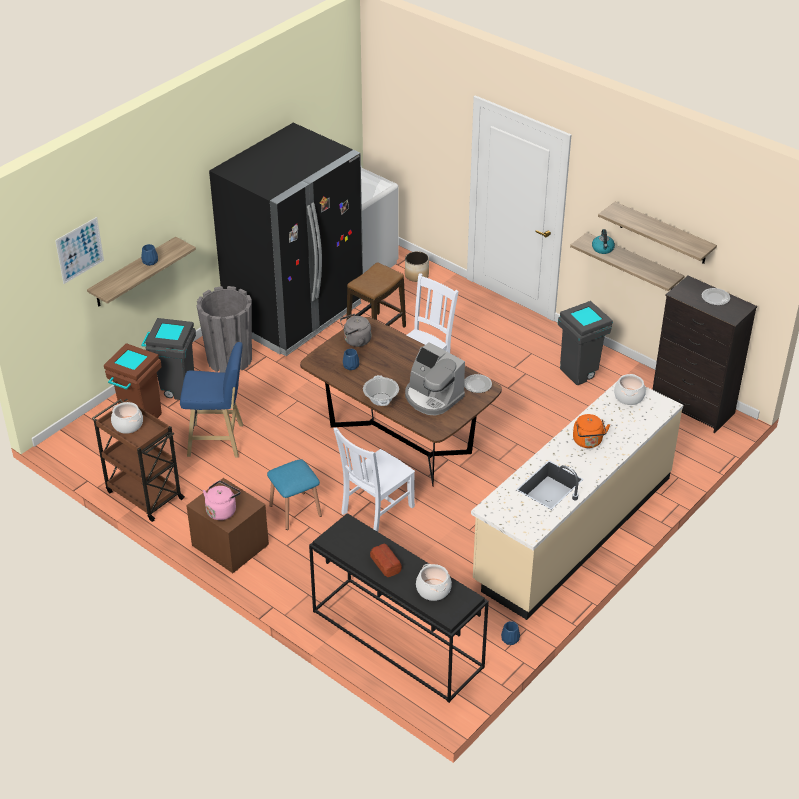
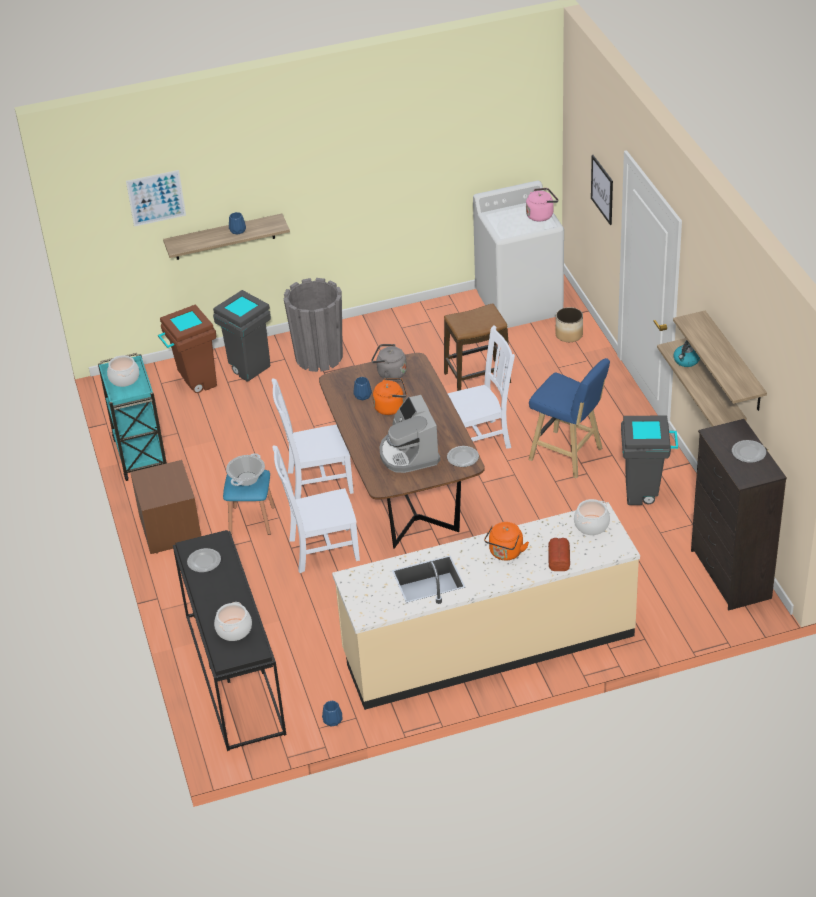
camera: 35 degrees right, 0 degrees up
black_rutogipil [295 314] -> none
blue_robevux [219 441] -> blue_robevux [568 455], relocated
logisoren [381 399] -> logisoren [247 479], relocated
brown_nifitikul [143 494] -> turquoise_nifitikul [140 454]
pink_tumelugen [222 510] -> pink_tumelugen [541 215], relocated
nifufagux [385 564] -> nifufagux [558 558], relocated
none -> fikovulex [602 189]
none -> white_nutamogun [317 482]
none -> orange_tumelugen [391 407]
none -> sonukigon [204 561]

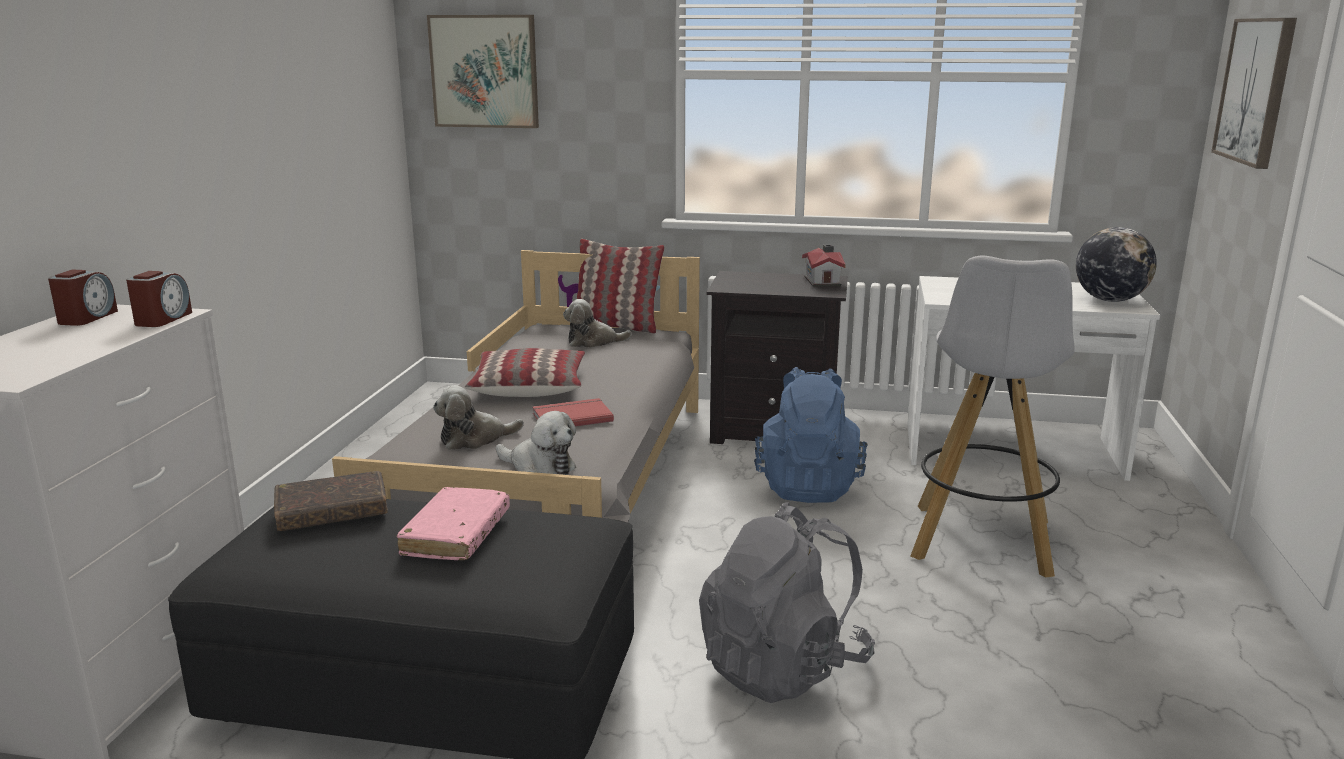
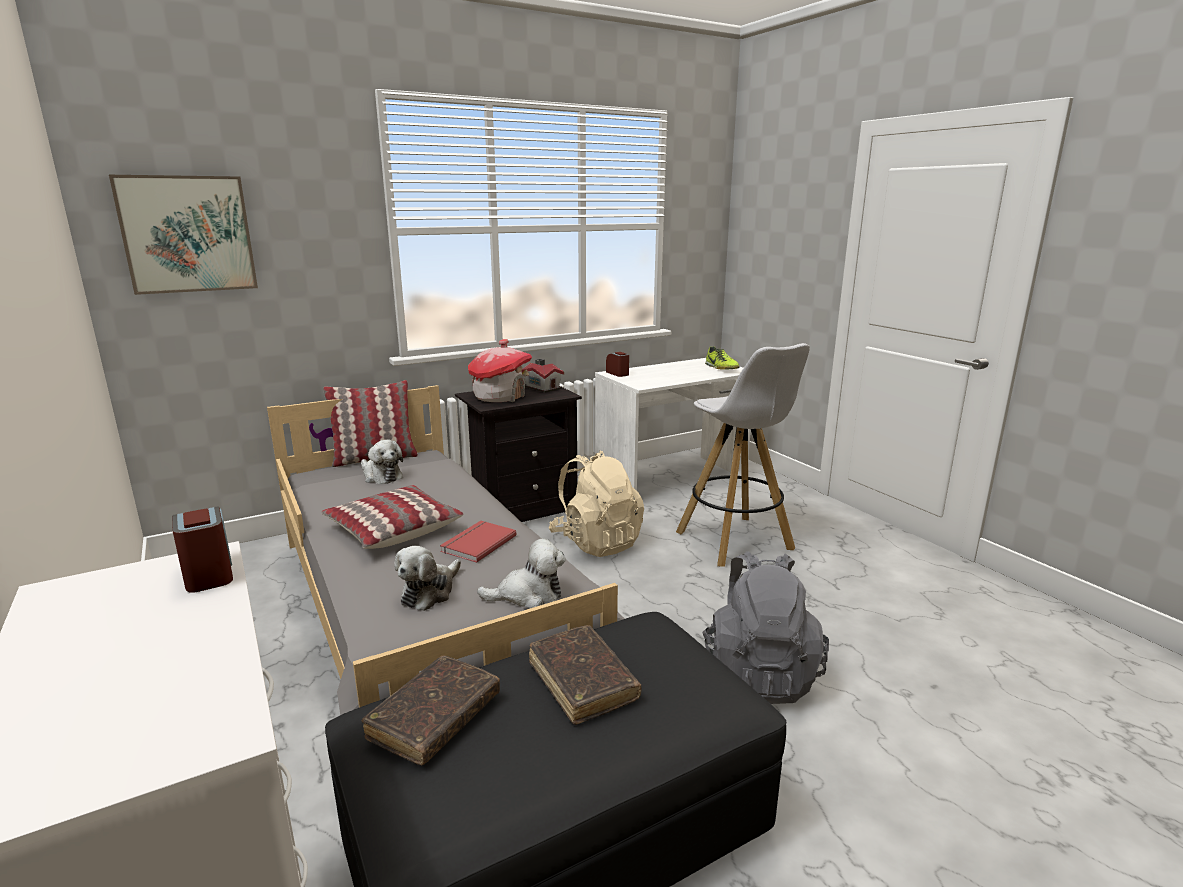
camera: 40 degrees left, 0 degrees up
fikovulex [1255 90] -> none
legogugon [1109 300] -> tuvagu [721 368]
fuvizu [87 318] -> fuvizu [618 373], relocated
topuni [593 342] -> topuni [381 476], 90 degrees counterclockwise
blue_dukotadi [808 486] -> beige_dukotadi [596 542]
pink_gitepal [456 535] -> brown_gitepal [582 682]
none -> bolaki [500 396]

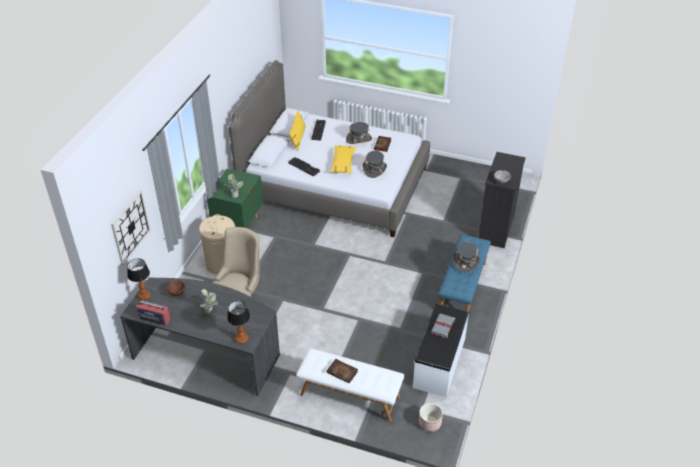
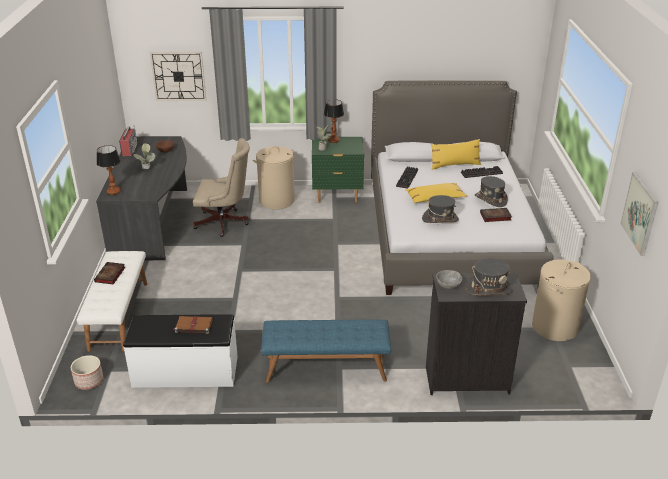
camera: 70 degrees right, 10 degrees down
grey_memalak [465 262] -> grey_memalak [489 289], relocated
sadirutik [144 295] -> sadirutik [334 140], relocated
grey_gitepal [442 326] -> brown_gitepal [193 325]
none -> fikovulex [639 213]
none -> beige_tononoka [555 327]

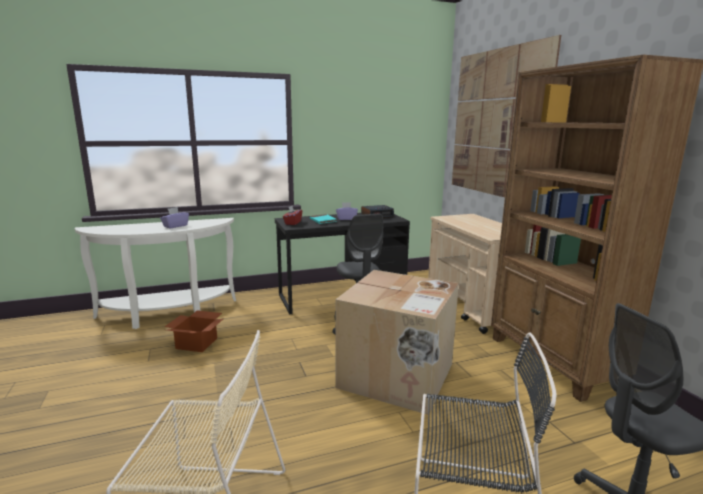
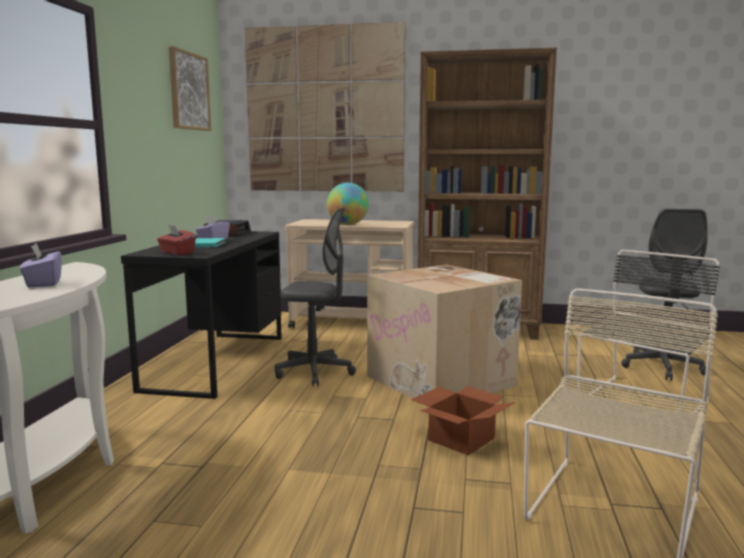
camera: 60 degrees left, 5 degrees down
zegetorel [198 343] -> zegetorel [460 438], relocated
none -> fikovulex [188 91]
none -> legogugon [348 224]

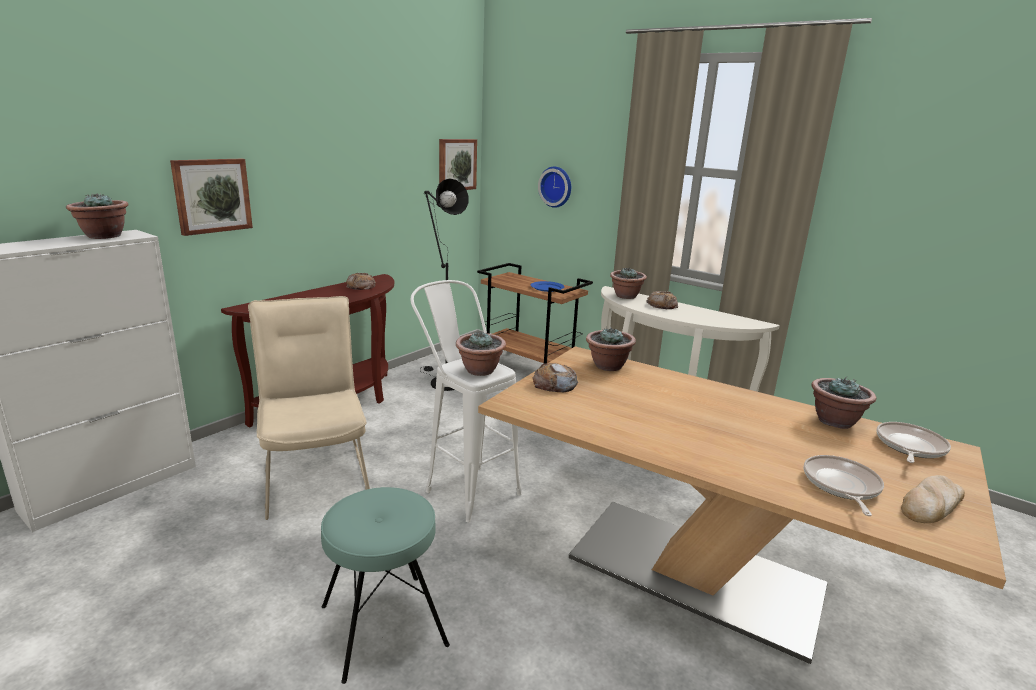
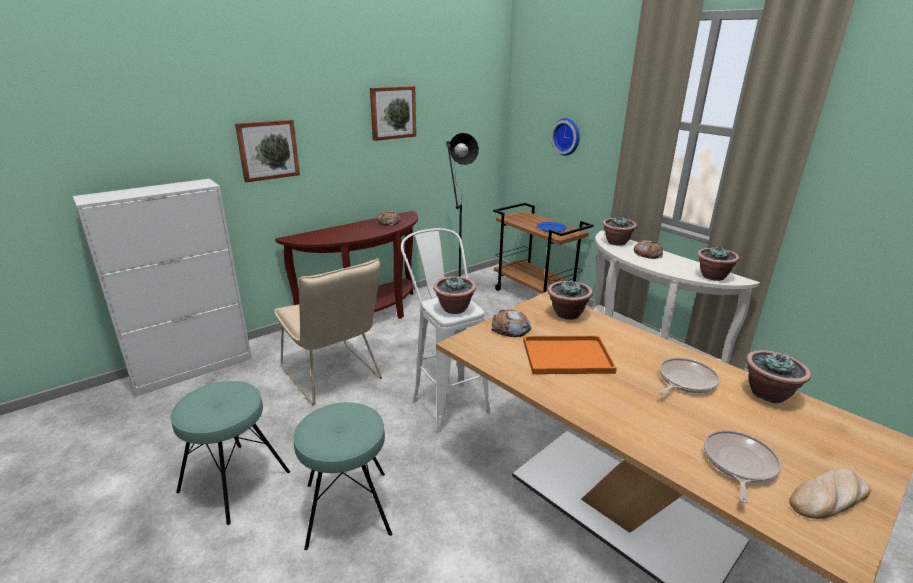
camera: 15 degrees right, 5 degrees up
fikovulex [456 164] -> fikovulex [392 112], relocated
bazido [103 236] -> bazido [712 276], relocated
beige_nutamogun [316 476] -> beige_nutamogun [334 376], 150 degrees clockwise
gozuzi [909 447] -> gozuzi [685 381], relocated
none -> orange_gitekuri [568 356]
none -> turquoise_robevux [234 481]

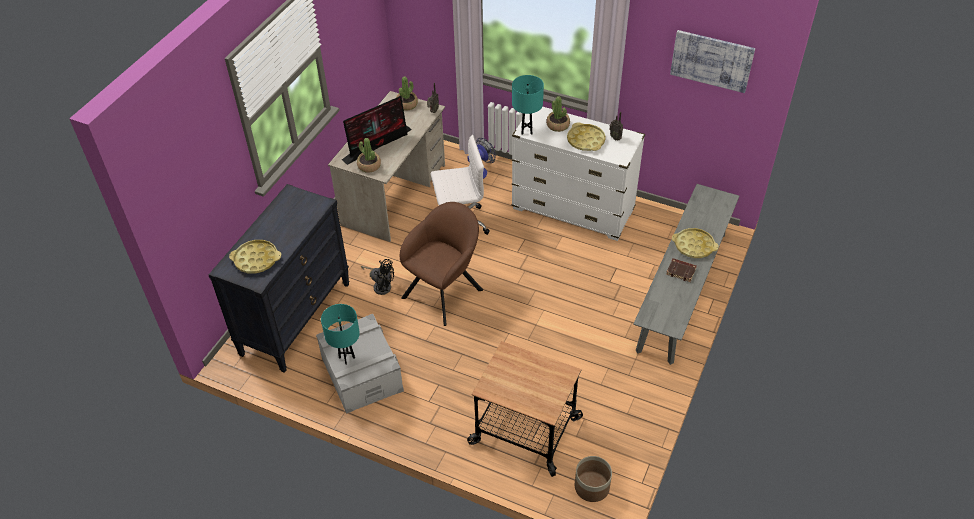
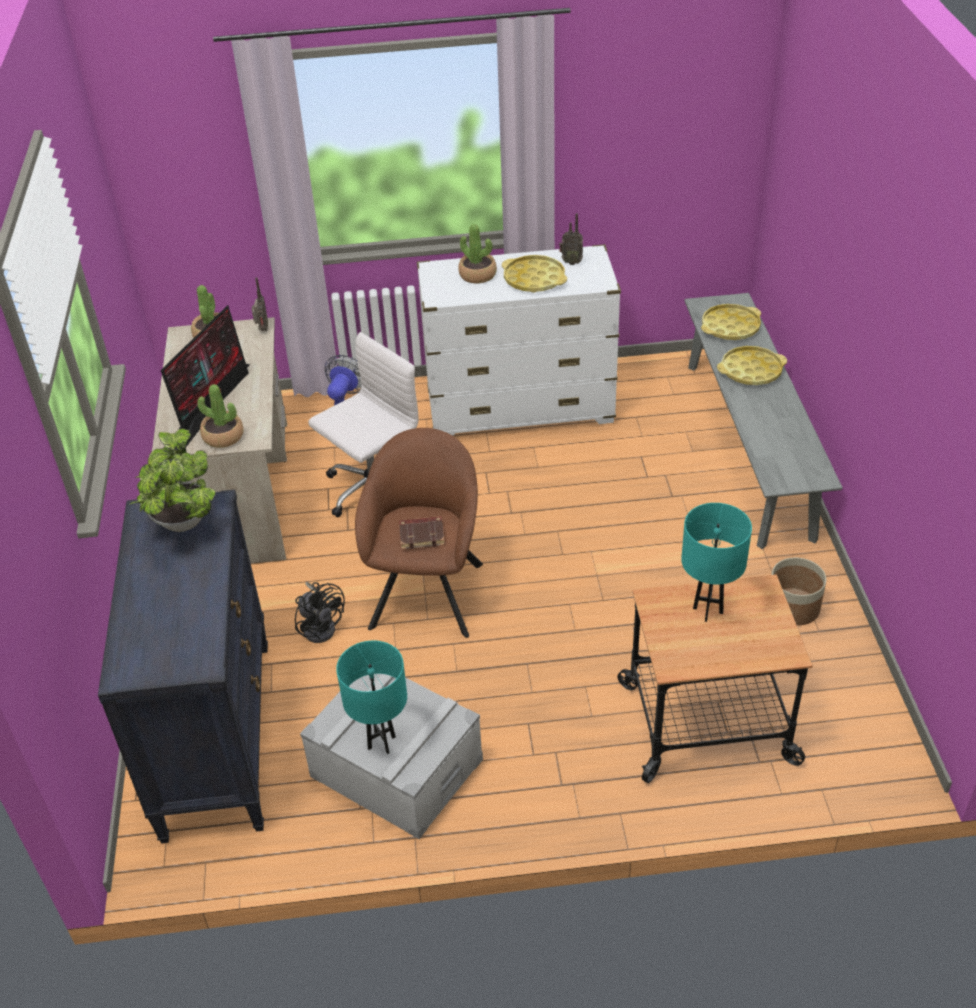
camera: 30 degrees left, 5 degrees down
fikovulex [712 60] -> none
turquoise_sadirutik [527 131] -> turquoise_sadirutik [708 610], relocated
yellow_gitekuri [256 259] -> yellow_gitekuri [730 327], relocated
brown_gitepal [681 271] -> brown_gitepal [422 535], relocated
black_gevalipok [381 285] -> black_gevalipok [321 626], 60 degrees clockwise
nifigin [591 487] -> nifigin [793 608], relocated
none -> bazido [182 524]

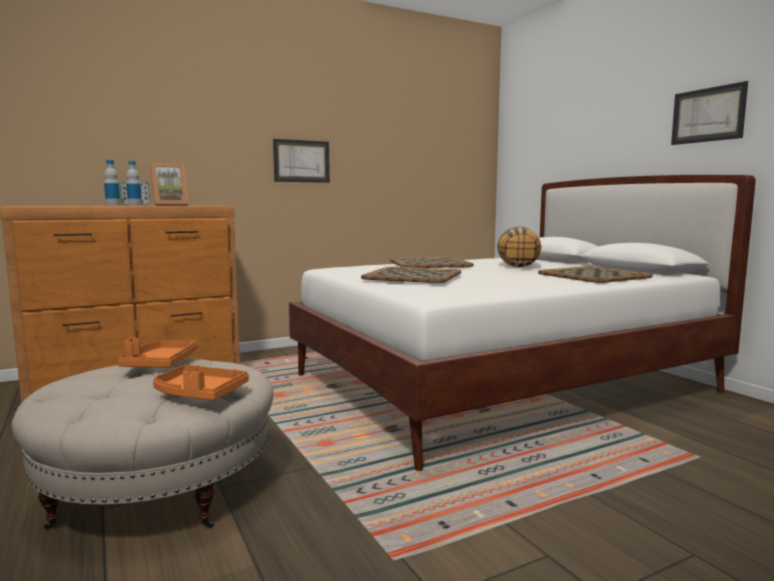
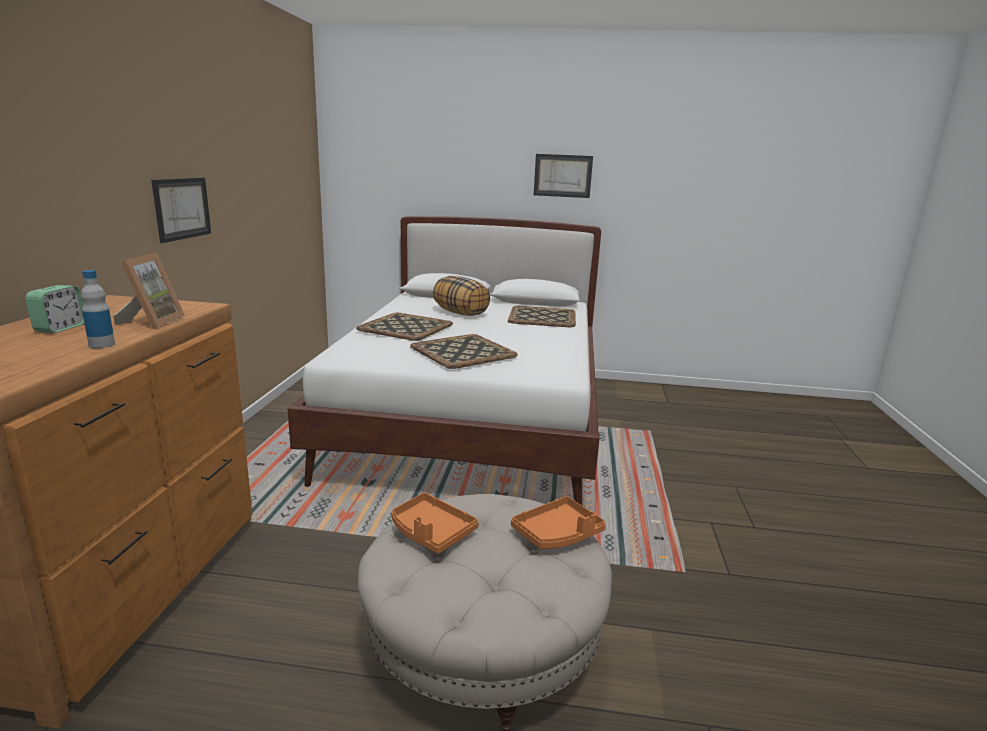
camera: 55 degrees left, 10 degrees up
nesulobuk [134 205] -> none

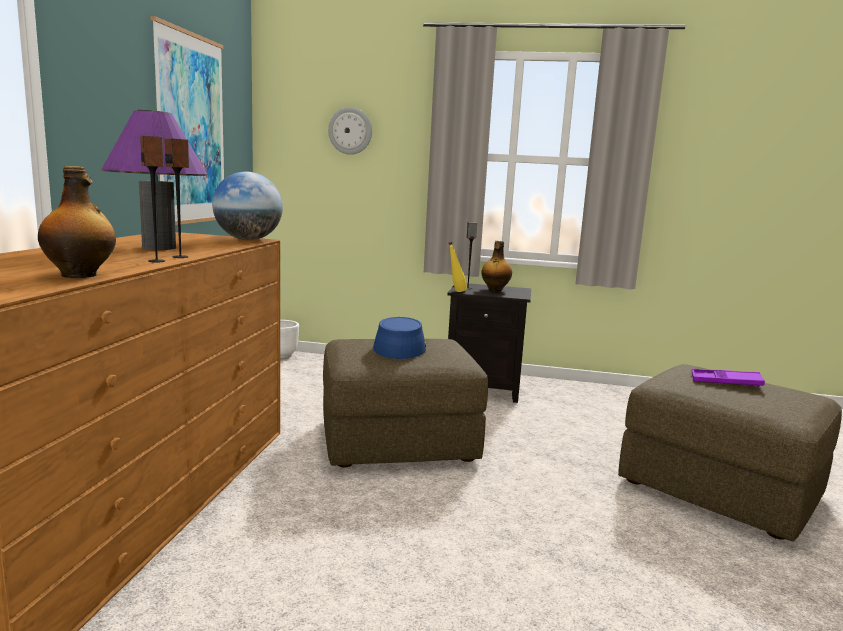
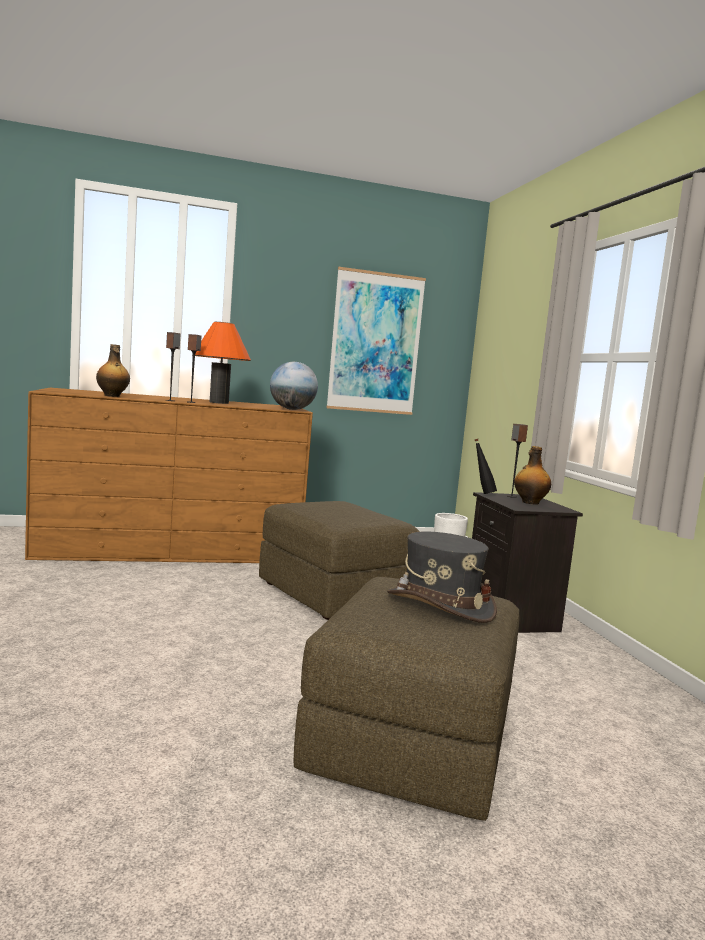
camera: 65 degrees right, 5 degrees down
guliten [350 131] -> none
purple_sadirutik [159 248] -> orange_sadirutik [219 402]
yellow_nesulobuk [455 291] -> black_nesulobuk [482 493]
blue_memalak [399 347] -> none
purple_gitekuri [725 382] -> grey_memalak [440 605]

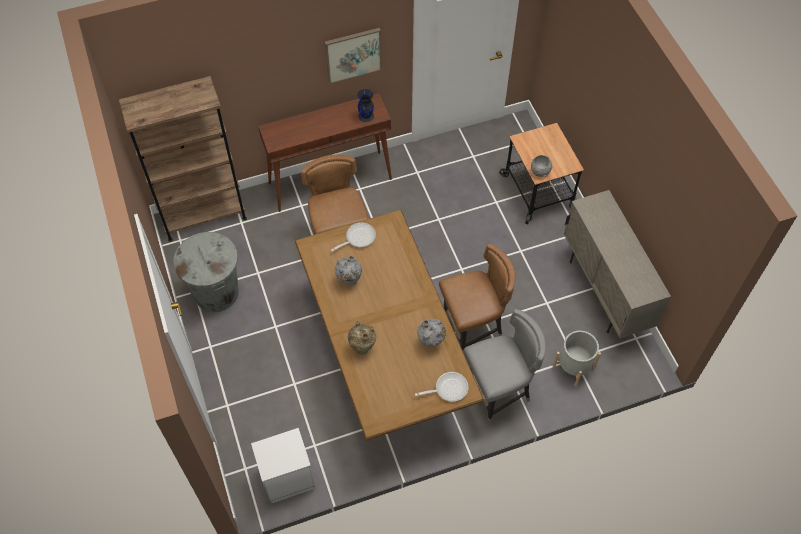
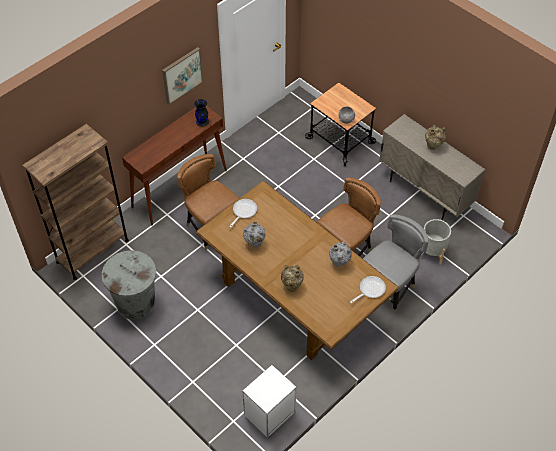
camera: 25 degrees left, 5 degrees down
none -> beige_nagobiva [433 146]

